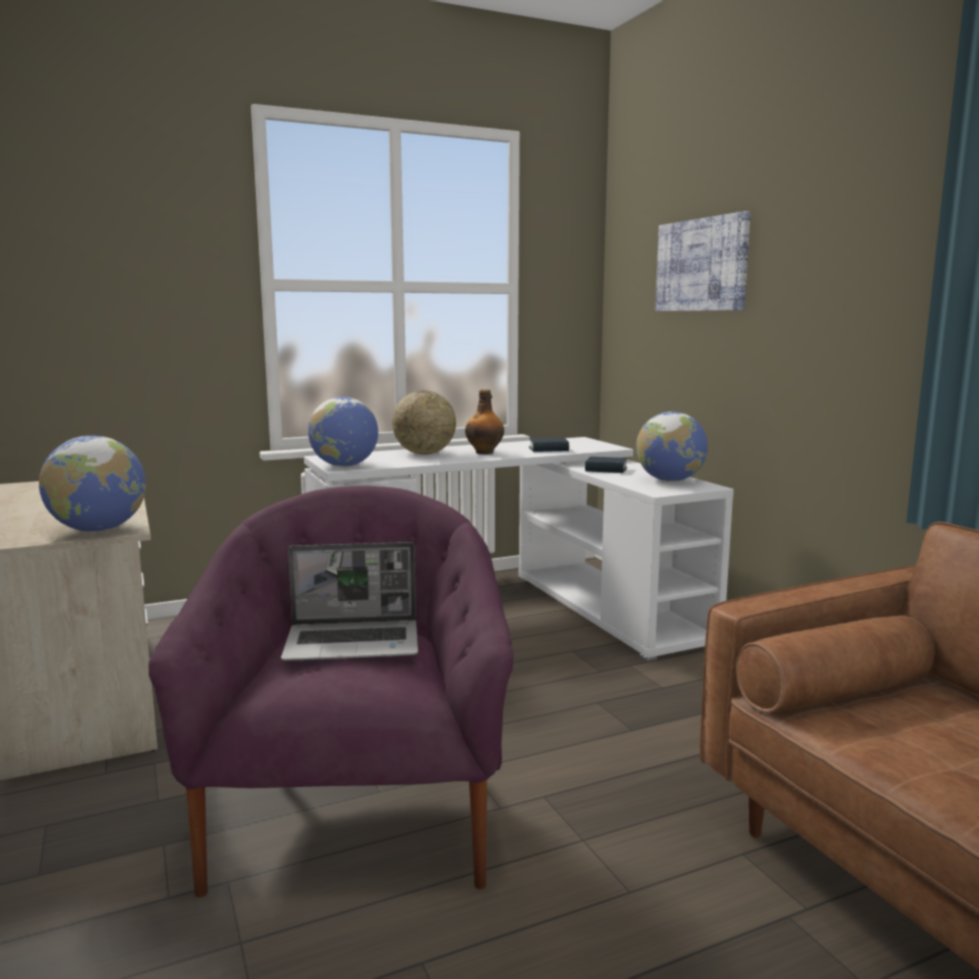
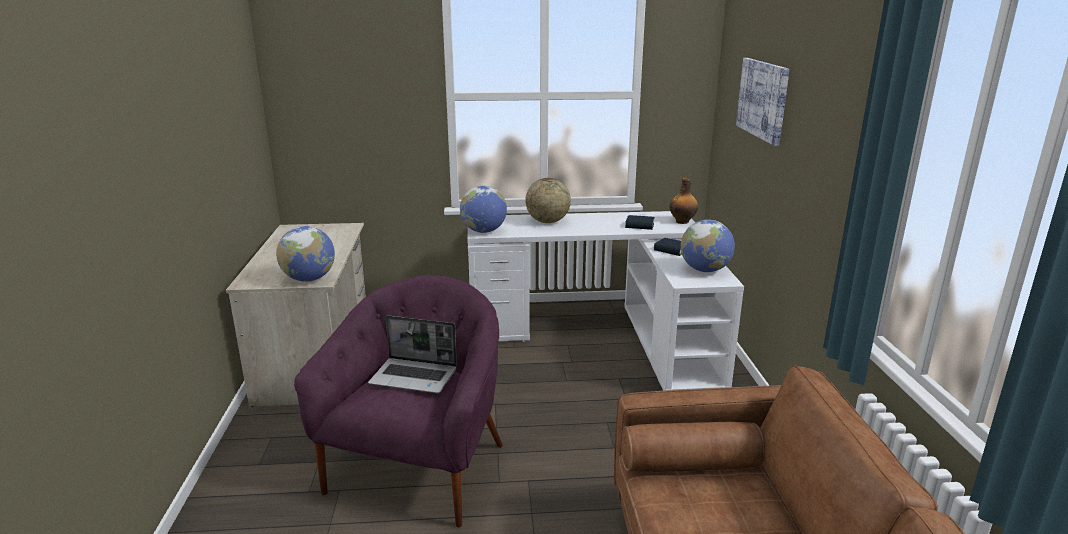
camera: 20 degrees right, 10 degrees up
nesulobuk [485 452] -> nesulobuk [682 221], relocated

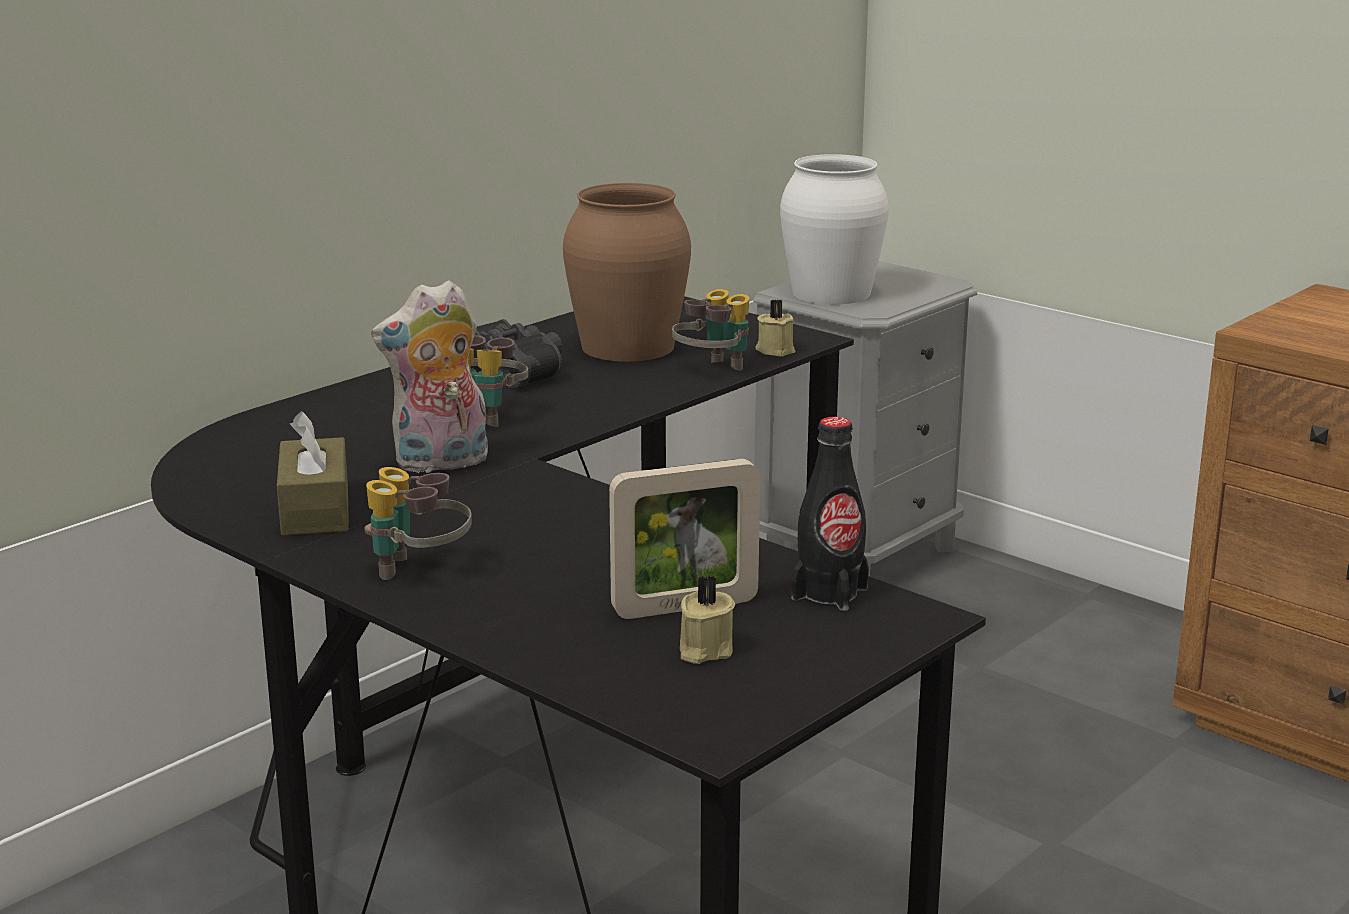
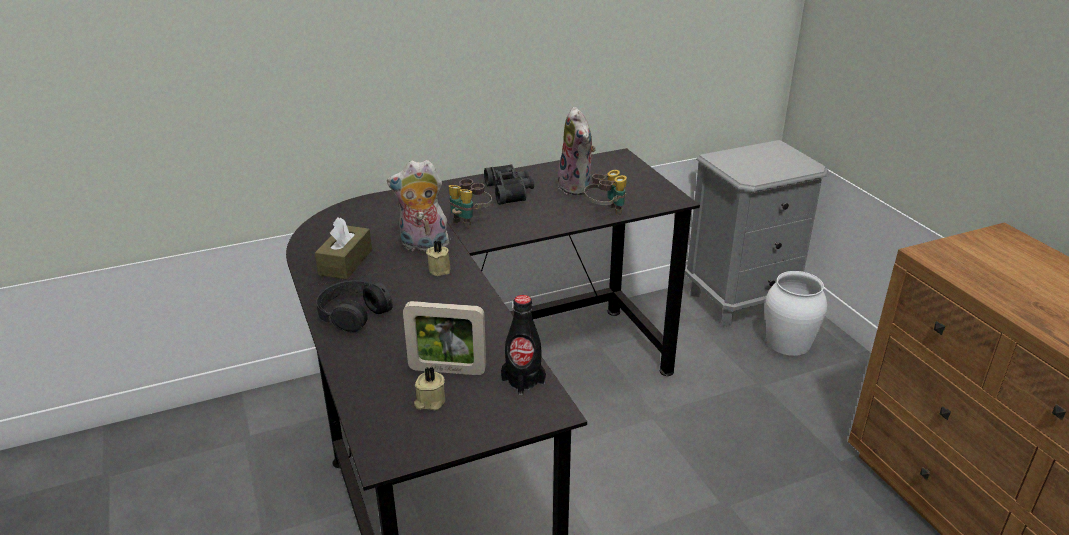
camera: 25 degrees right, 10 degrees up
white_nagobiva [830 293] -> white_nagobiva [788 343], relocated
brown_nagobiva [626 347] -> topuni [577 187]
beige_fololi [775 350] -> beige_fololi [440 269], relocated
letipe [419 571] -> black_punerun [353 313]

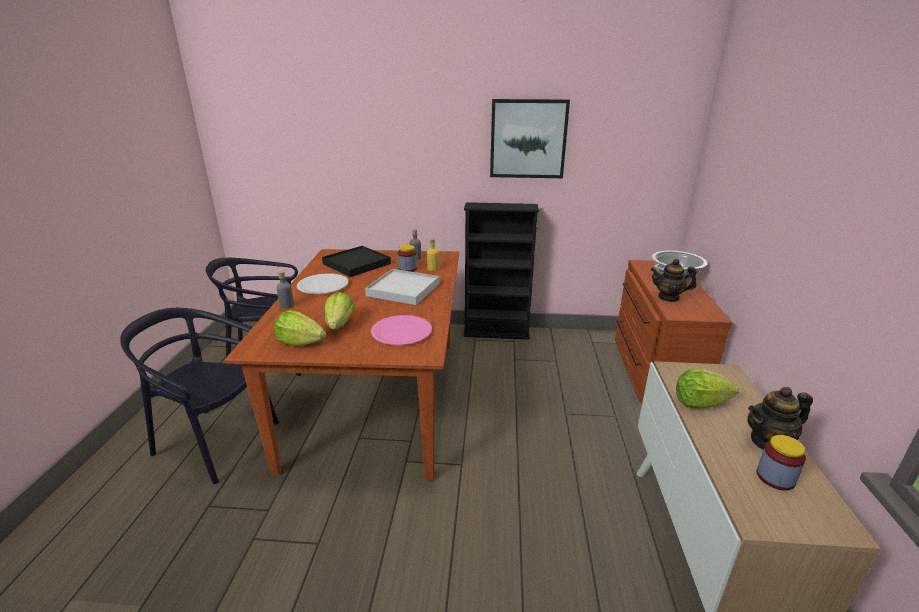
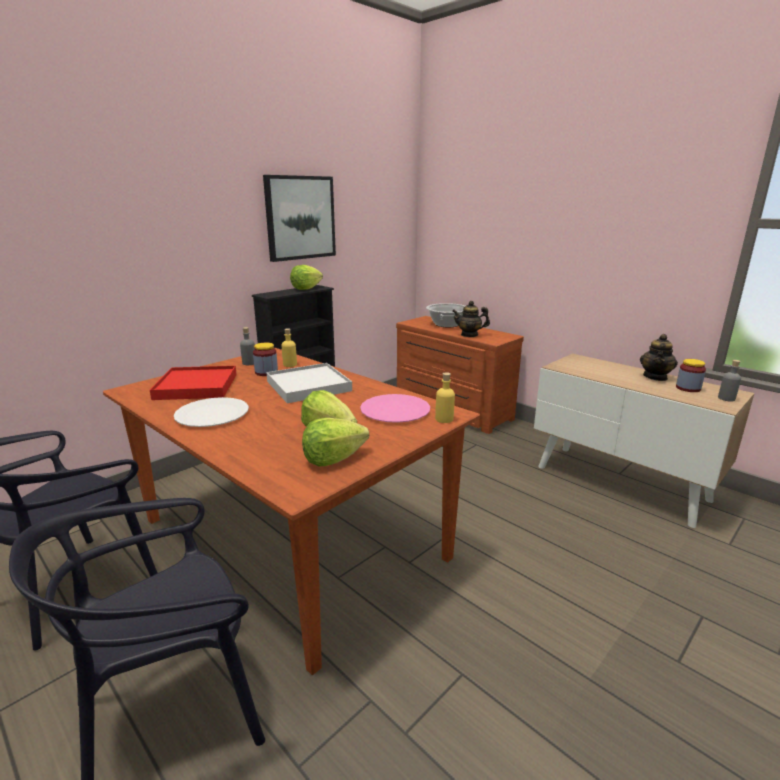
camera: 50 degrees left, 5 degrees down
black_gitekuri [356 264] -> red_gitekuri [196 386]
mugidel [669 297] -> mugidel [469 335], 45 degrees clockwise
grey_nesulobuk [287 305] -> grey_nesulobuk [726 398], relocated
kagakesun [699 403] -> kagakesun [306 288], relocated
none -> yellow_nesulobuk [444 419]

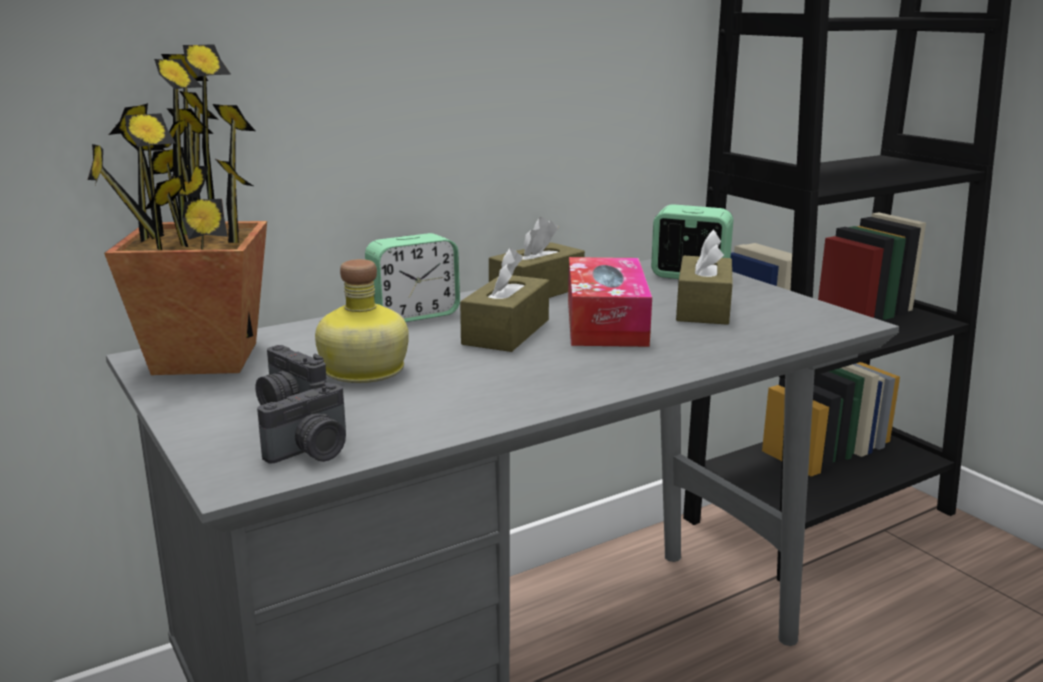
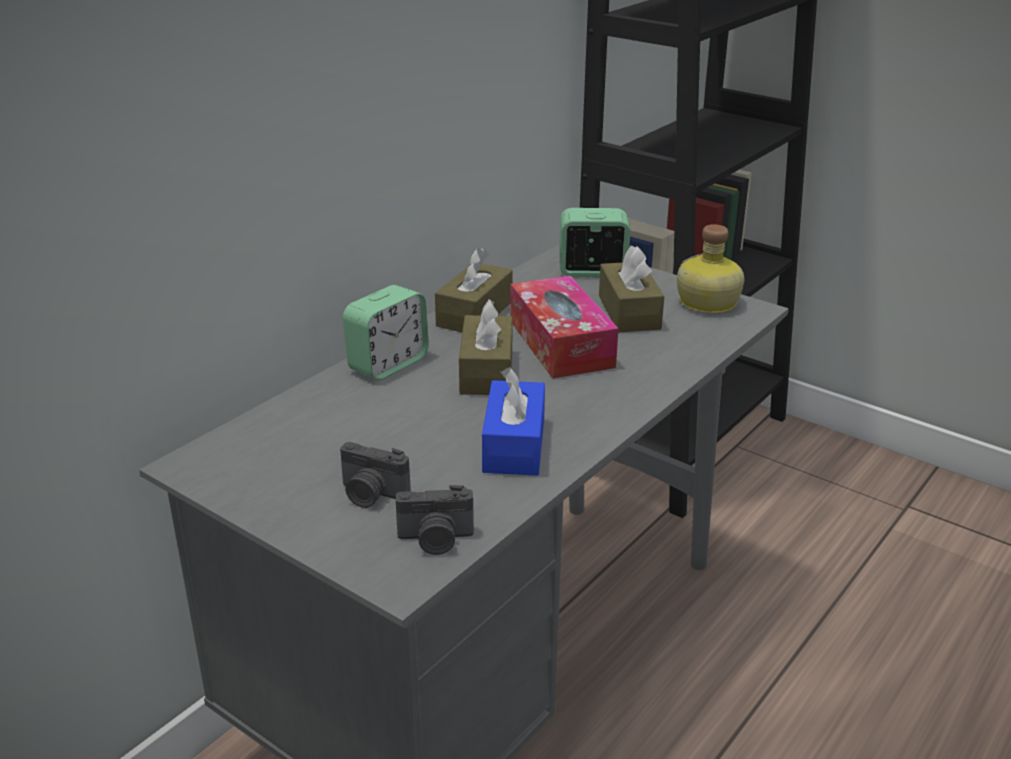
camera: 20 degrees left, 10 degrees up
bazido [205 359] -> none
nesulobuk [361 371] -> nesulobuk [707 303], relocated
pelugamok [312 451] -> pelugamok [435 540], 60 degrees clockwise
none -> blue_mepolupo [514 445]

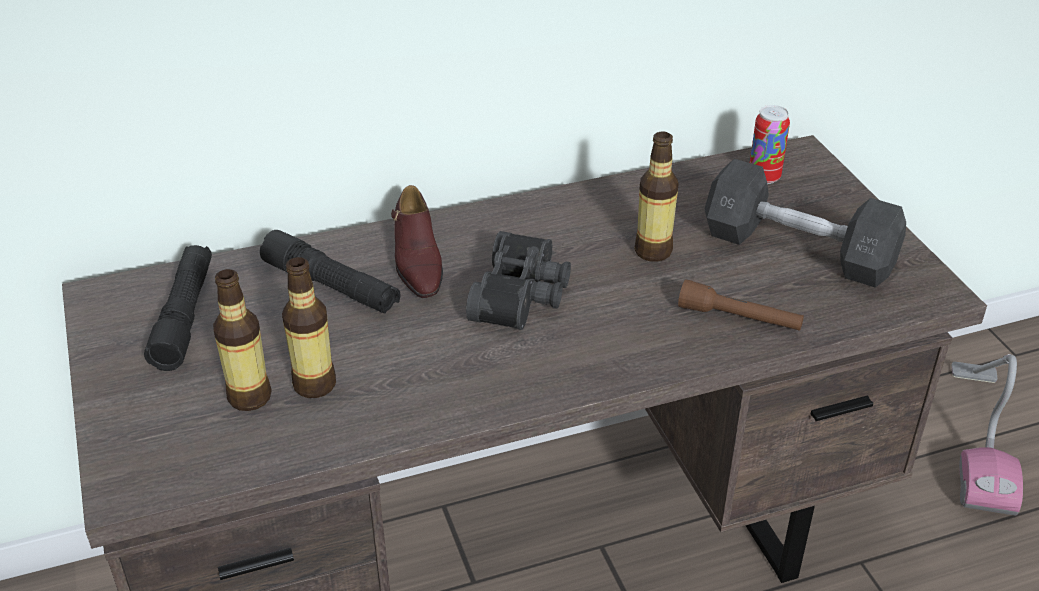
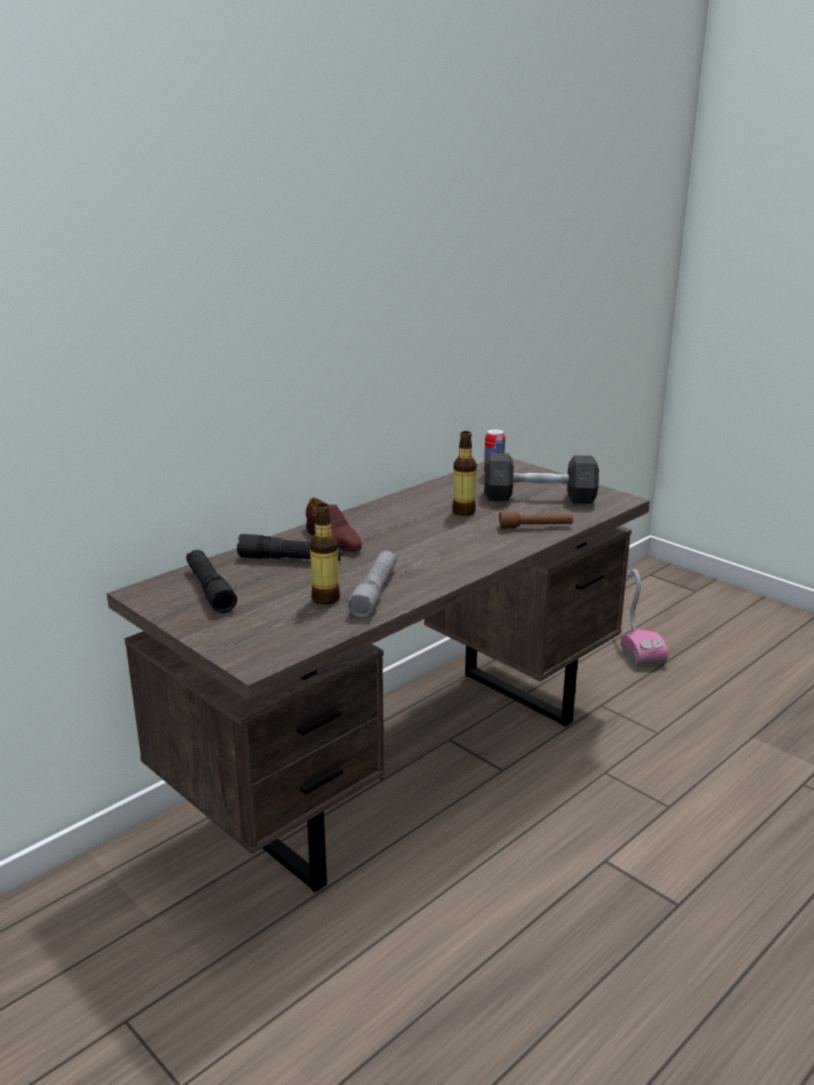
camera: 25 degrees left, 15 degrees down
black_letipe [523 296] -> none
nesulobuk [249 397] -> none
none -> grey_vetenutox [374 592]

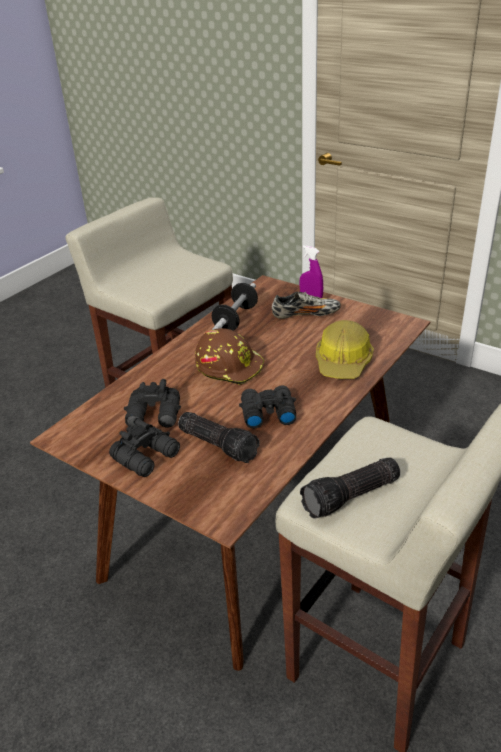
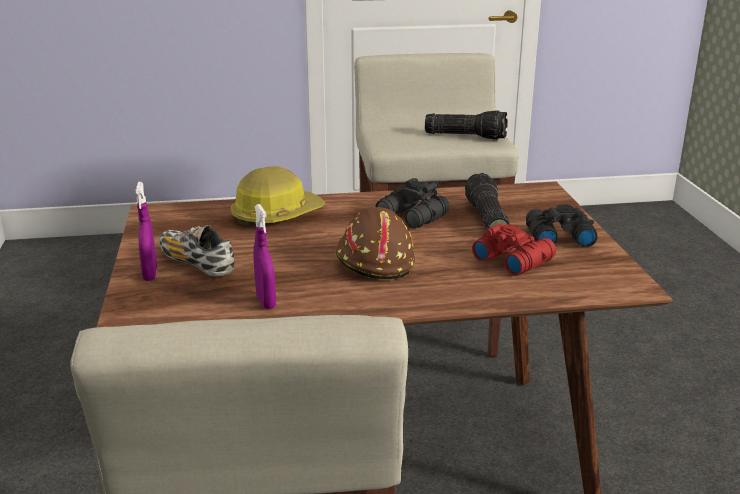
camera: 135 degrees left, 10 degrees down
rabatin [235 319] -> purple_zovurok [266 301]
black_letipe [155 416] -> red_letipe [513 259]

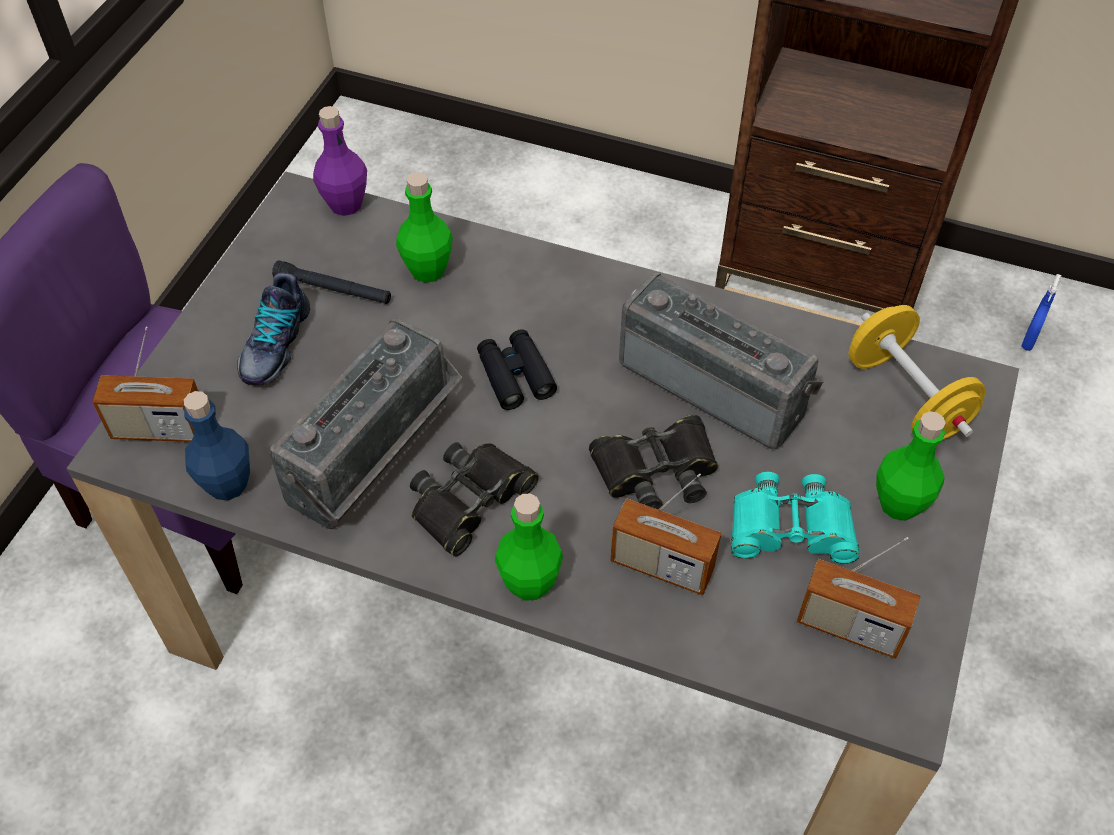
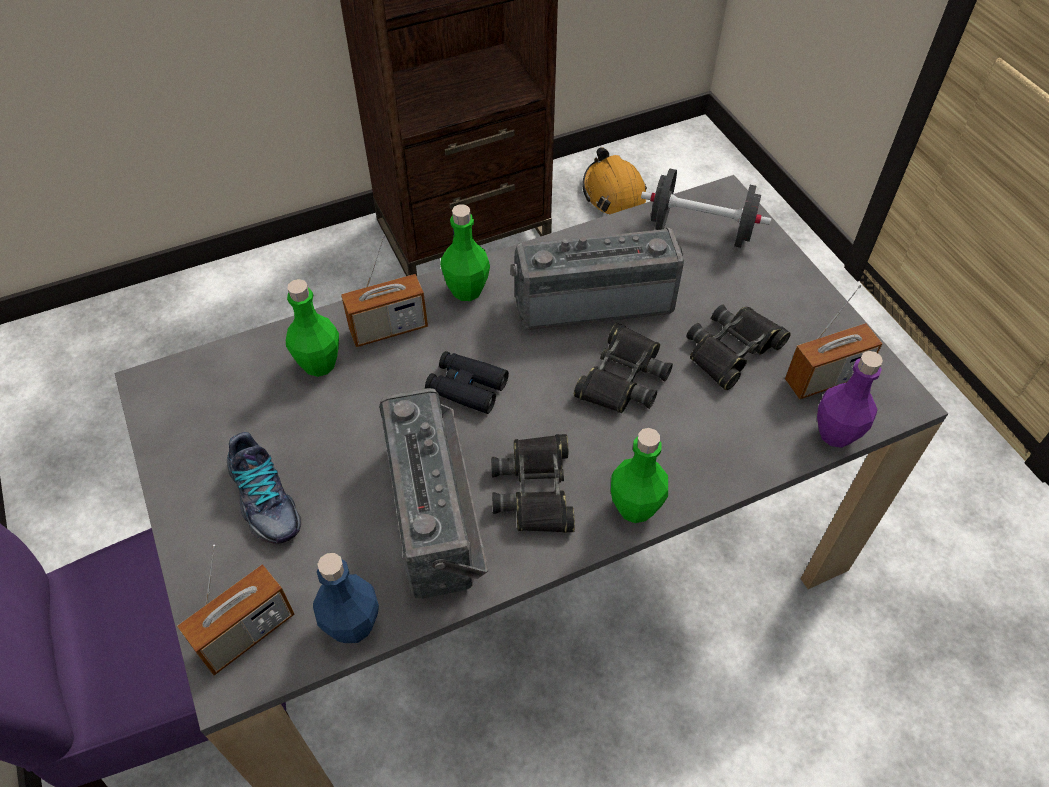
camera: 45 degrees left, 0 degrees up
purple_nesulobuk [345 204] -> purple_nesulobuk [835 433], relocated
black_vetenutox [333 289] -> none
blue_zovurok [1029 340] -> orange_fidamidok [613 193]
yellow_rabatin [906 397] -> black_rabatin [700 230]
green_nesulobuk [899 504] -> green_nesulobuk [467 290], relocated
turquoise_letipe [790 528] -> black_letipe [732 350]
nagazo [662 565] -> nagazo [388 329], relocated

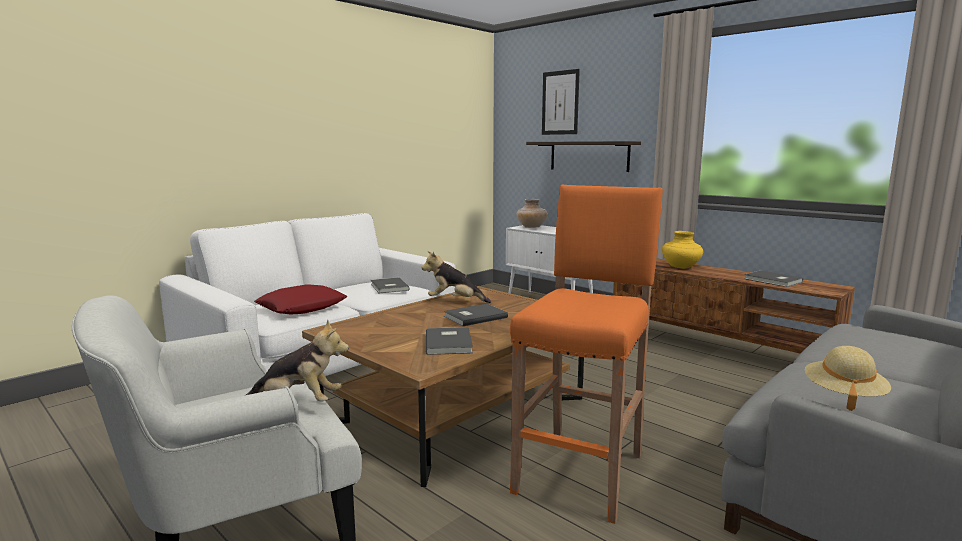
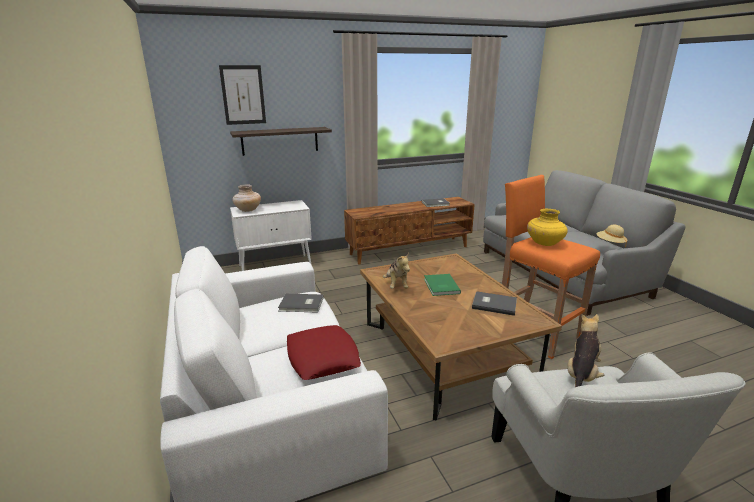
camera: 65 degrees left, 10 degrees up
yellow_nagobiva [681 267] -> yellow_nagobiva [545 243], relocated
topuni [454 301] -> topuni [396 285], 45 degrees counterclockwise
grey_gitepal [474 317] -> green_gitepal [440 286]

